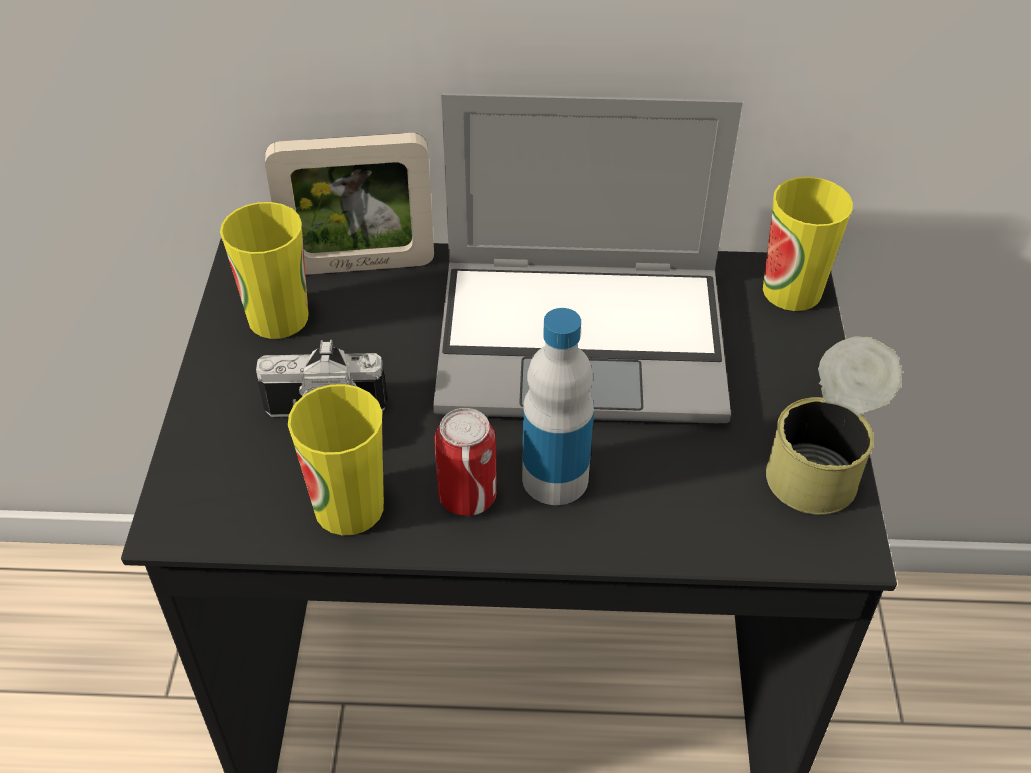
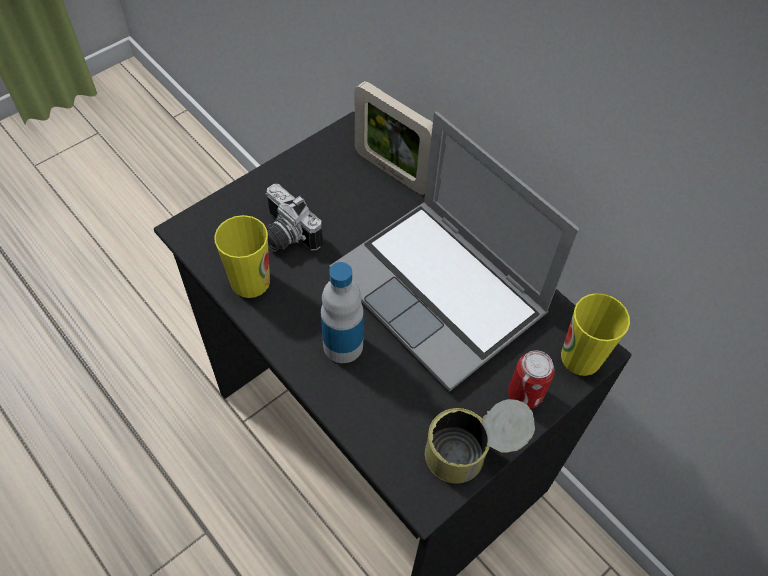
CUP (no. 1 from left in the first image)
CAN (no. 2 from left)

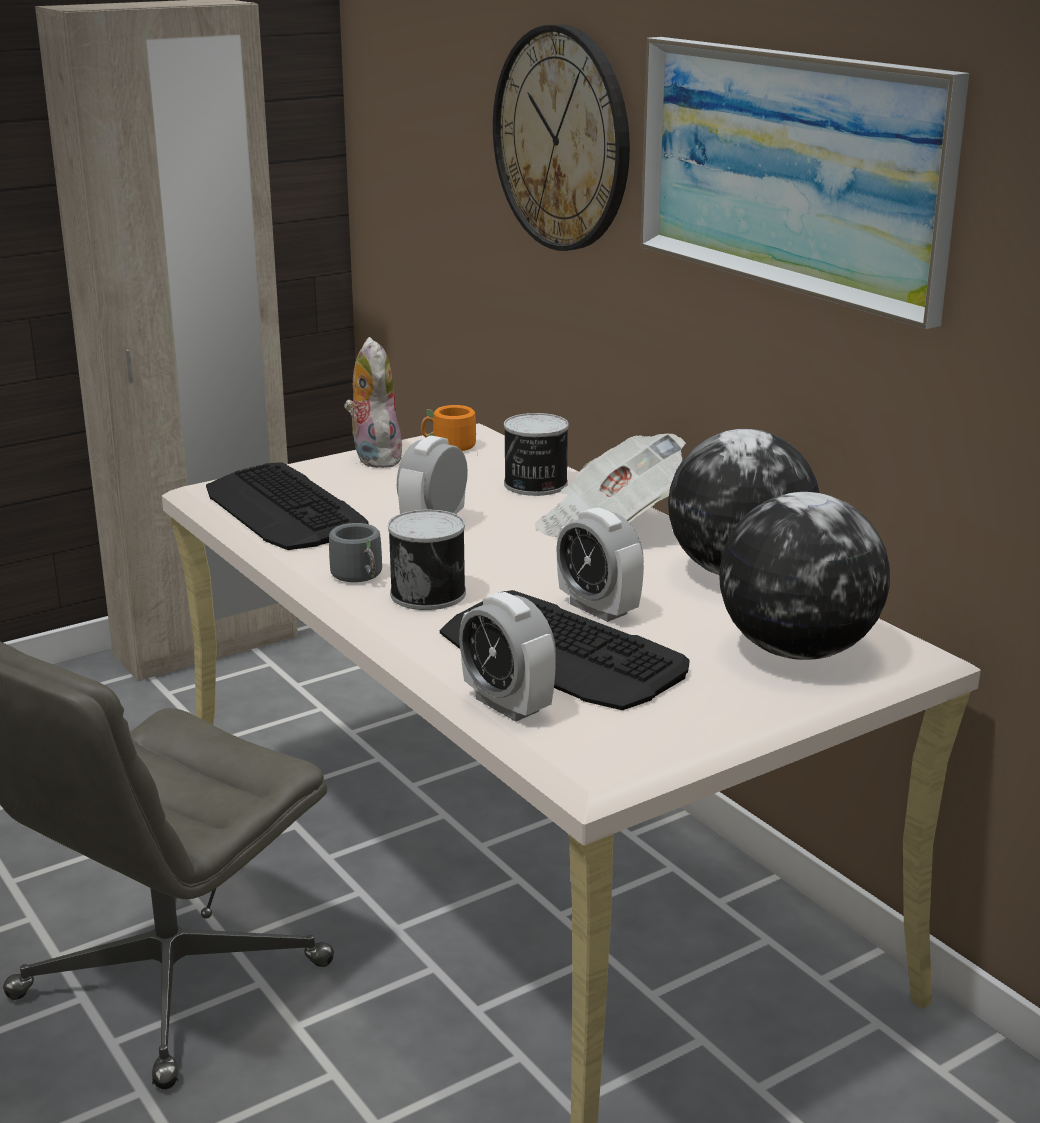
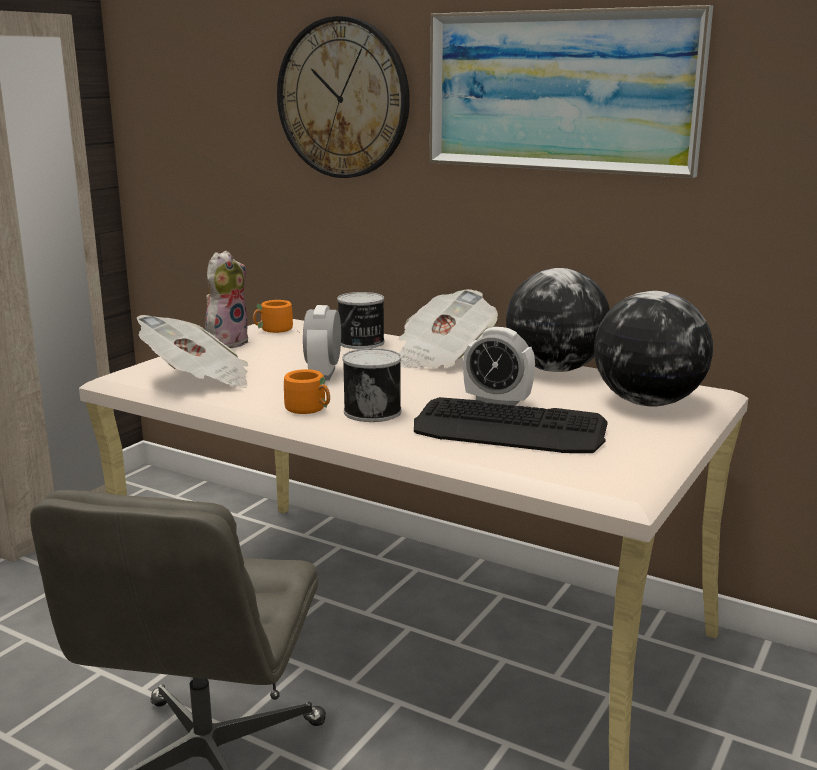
PLUSH TOY
NEWSPAPER (no. 1 from left)
ORANGE MUG (no. 2 from left)
ALARM CLOCK (no. 2 from left in the first image)

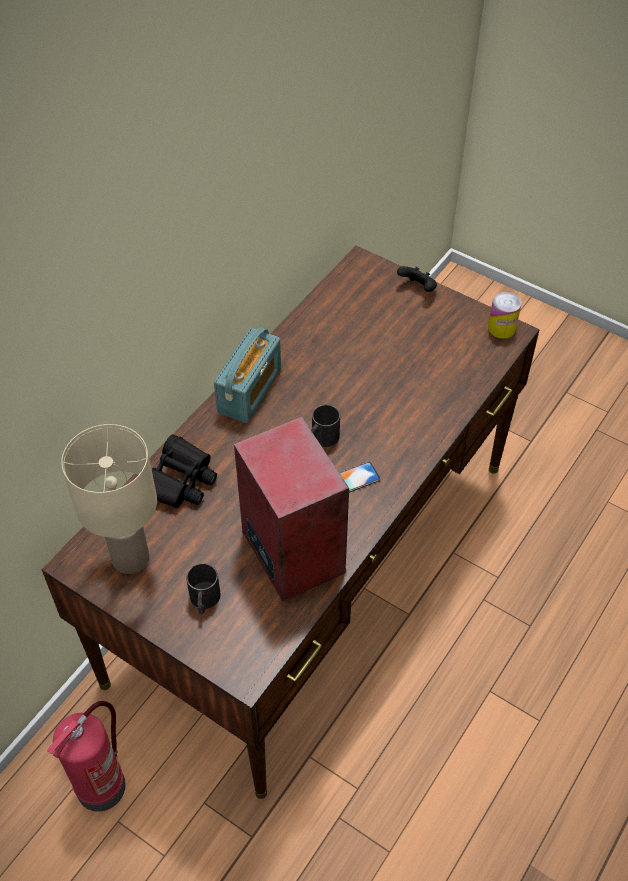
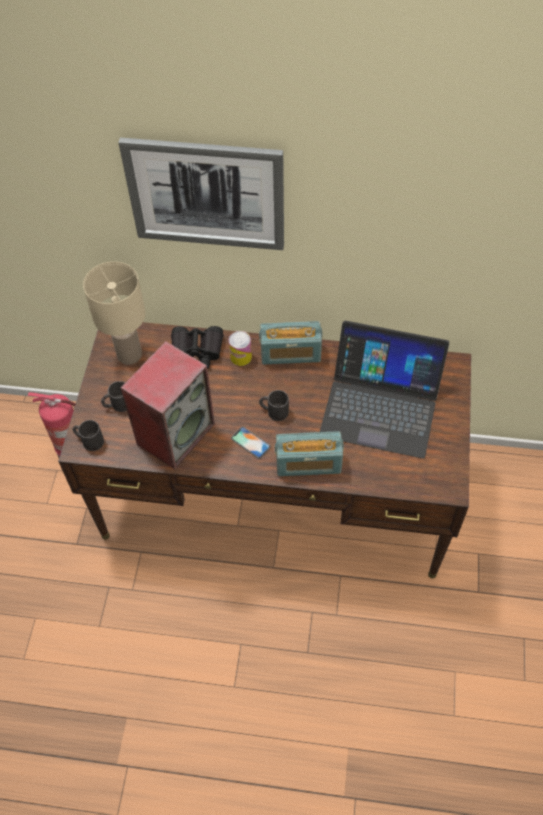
BLACK GAME CONTROLLER
CAN
PICTURE
LAPTOP
BLACK MUG (no. 1 from left)
RADIO (no. 2 from left)

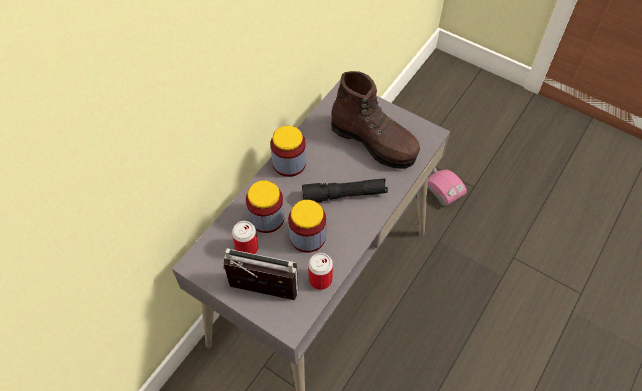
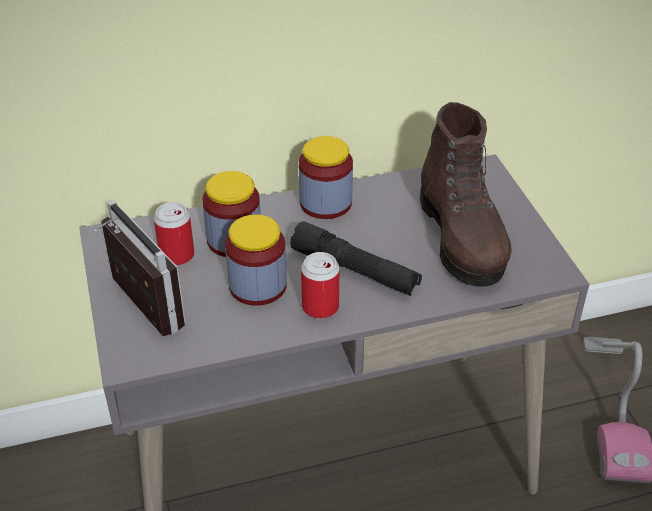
CAN (no. 2 from left)

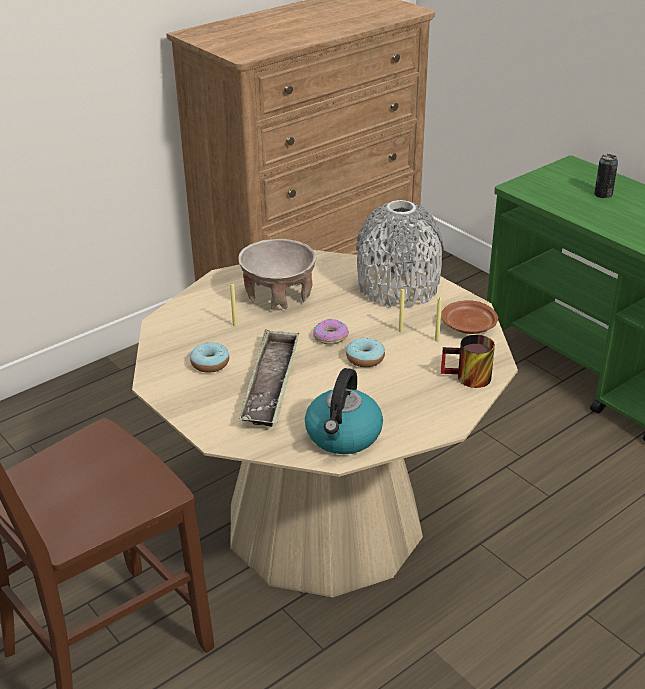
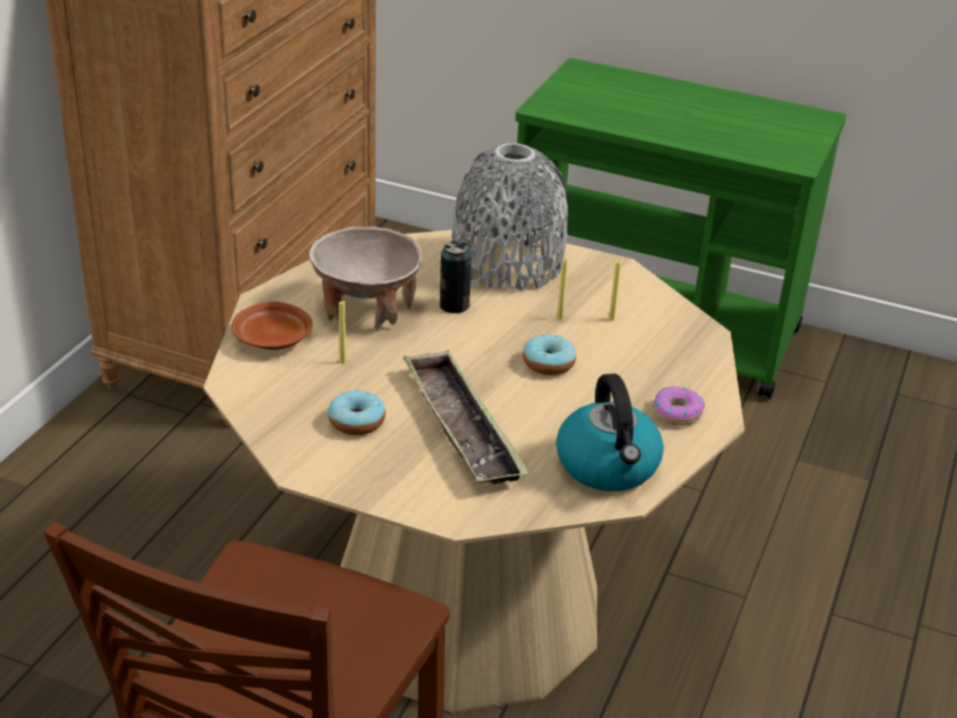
CAN
BROWN PLATE
DONUT (no. 3 from left)
MUG

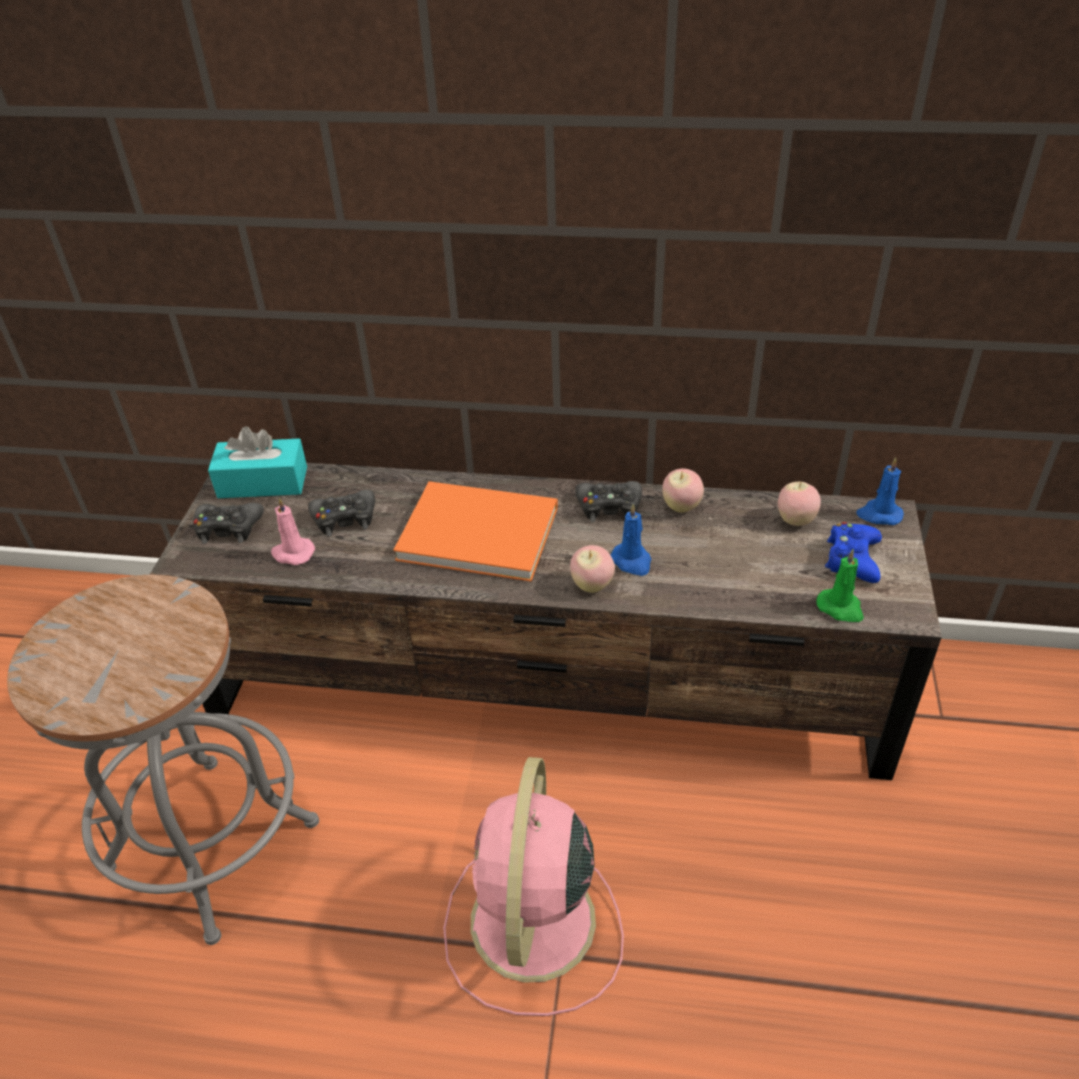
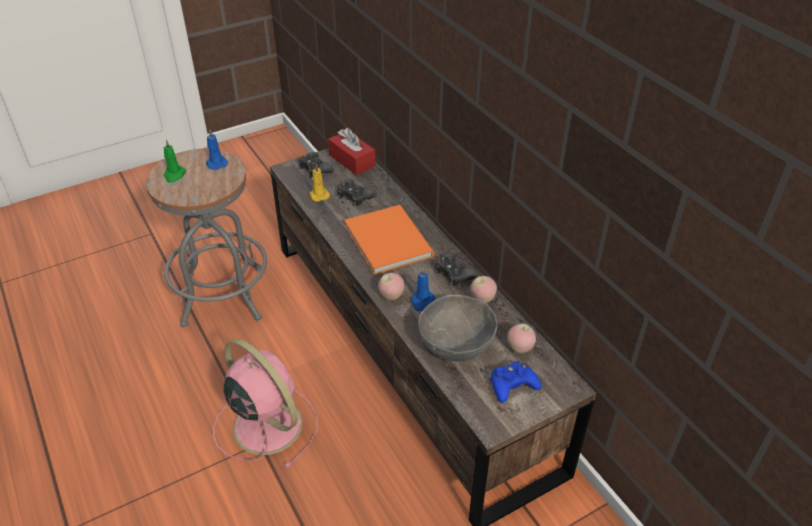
RED TISSUE BOX
BLUE CANDLE (no. 1 from left)
YELLOW CANDLE
GREEN CANDLE
PINK FAN
GREY BOWL

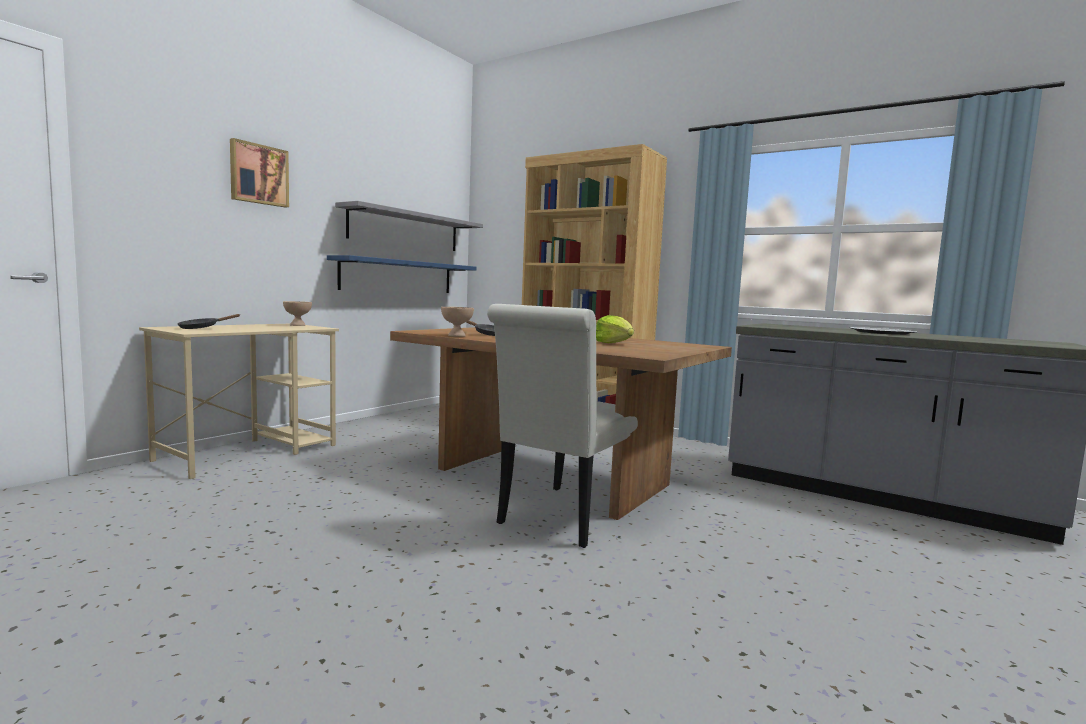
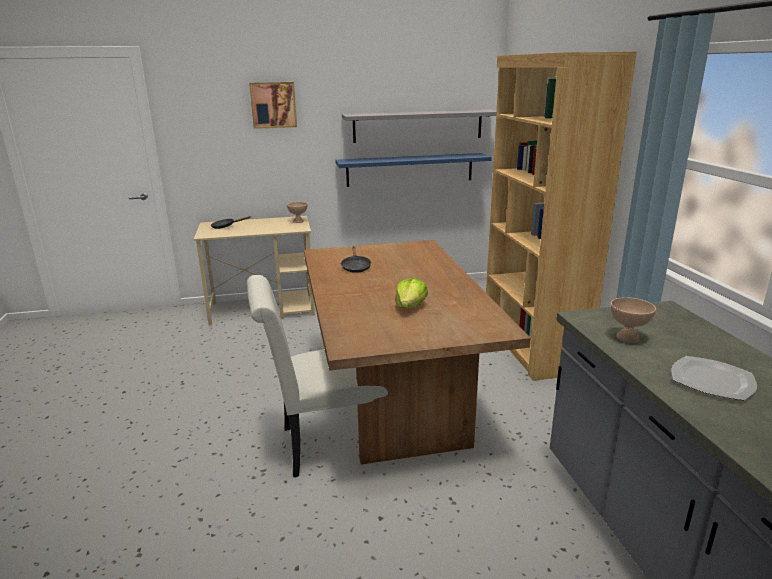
BEIGE BOWL (no. 2 from left)

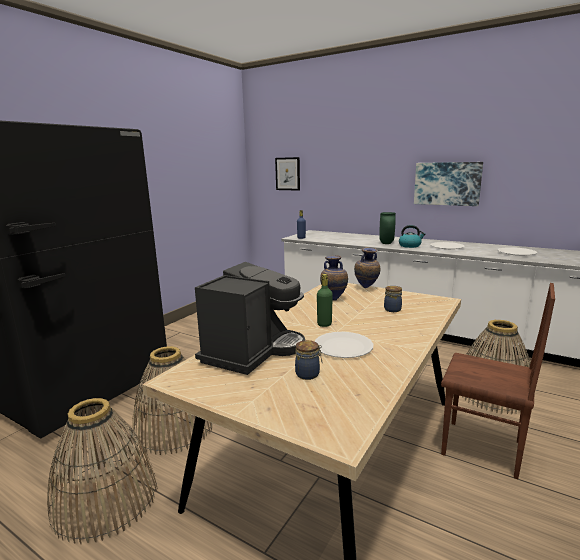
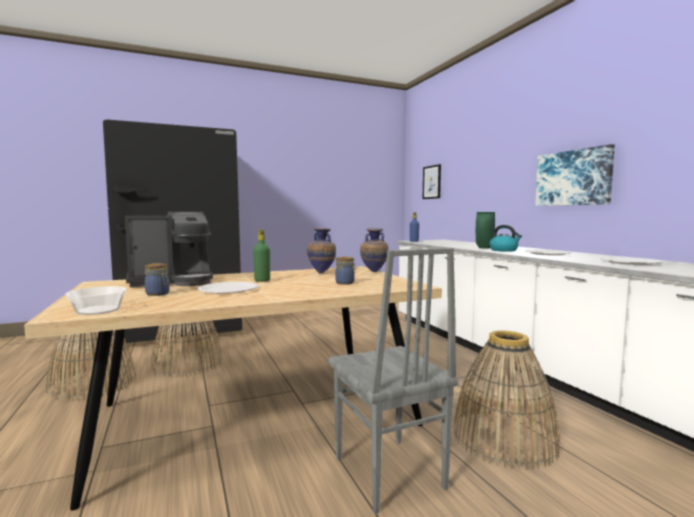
GREY CHAIR
BOWL

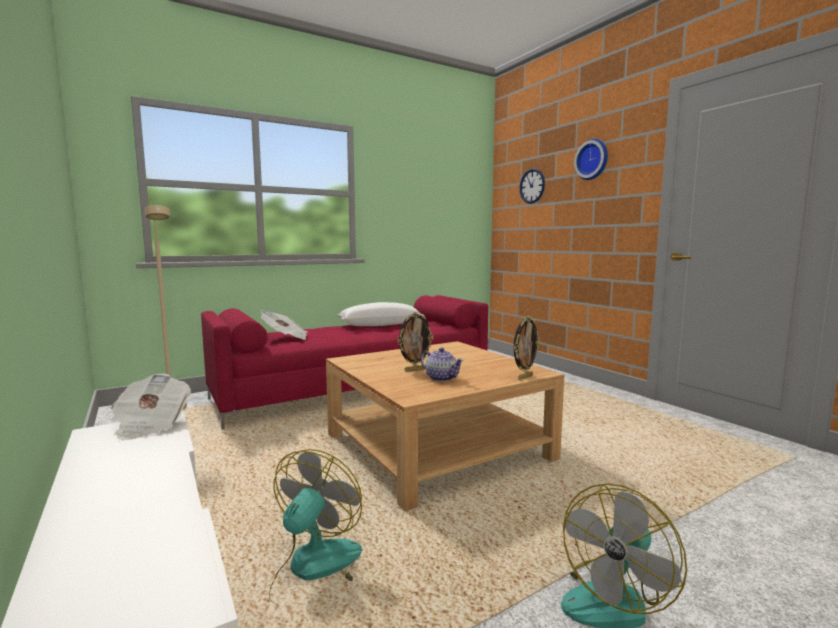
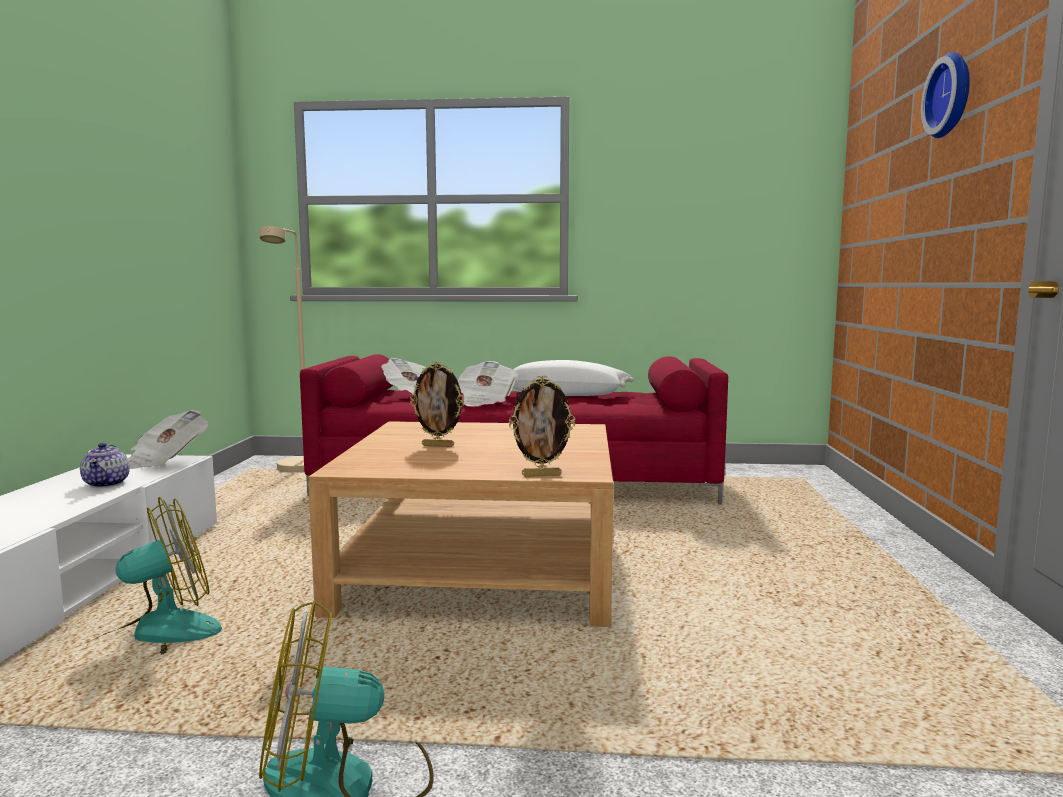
WALL CLOCK (no. 1 from left in the first image)
TEAPOT
NEWSPAPER (no. 3 from left)

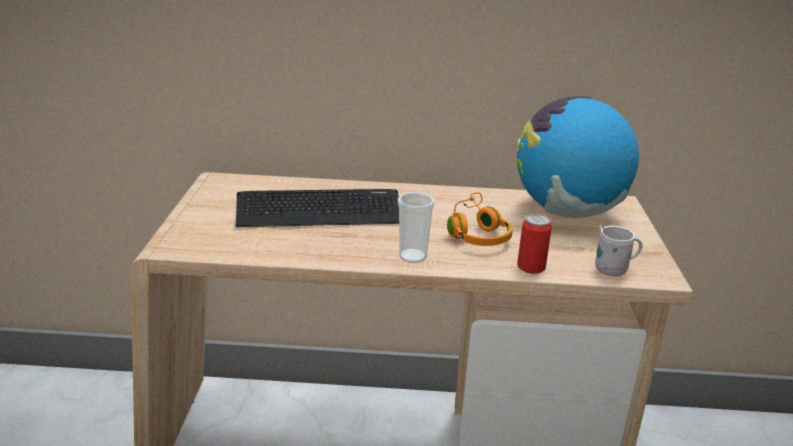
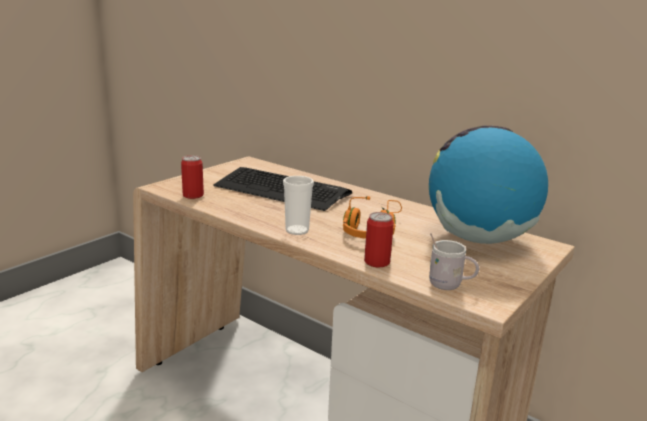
CAN (no. 1 from left)

